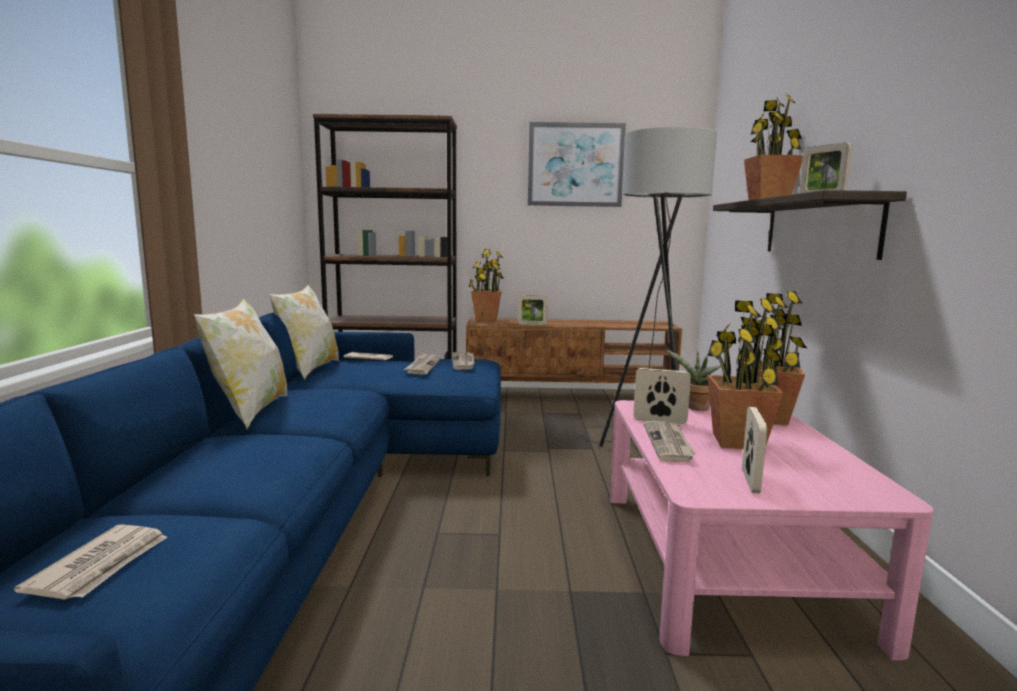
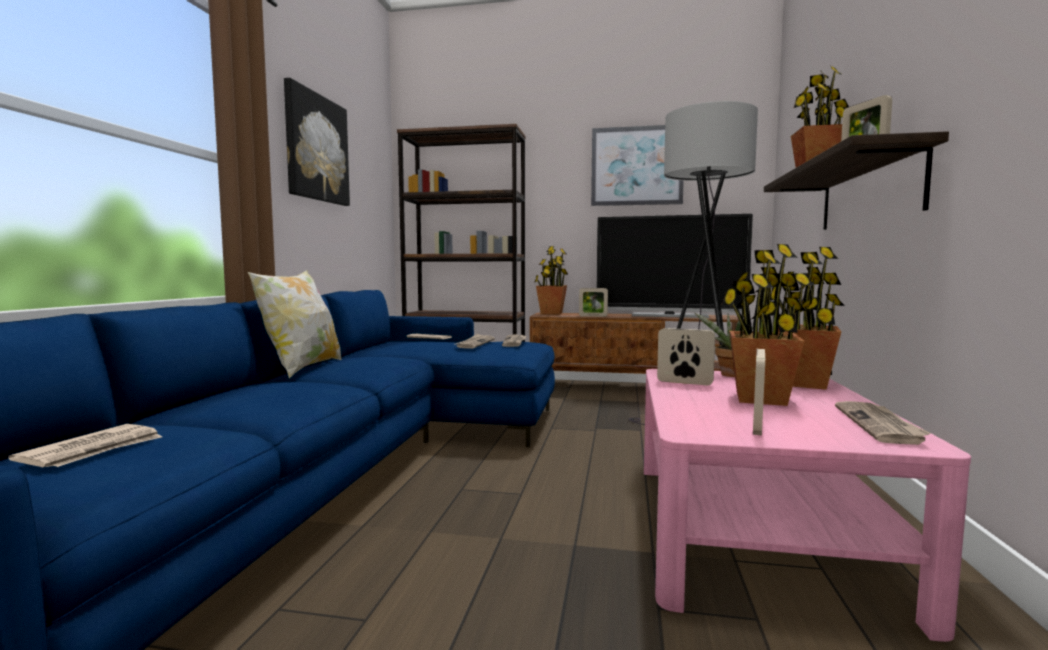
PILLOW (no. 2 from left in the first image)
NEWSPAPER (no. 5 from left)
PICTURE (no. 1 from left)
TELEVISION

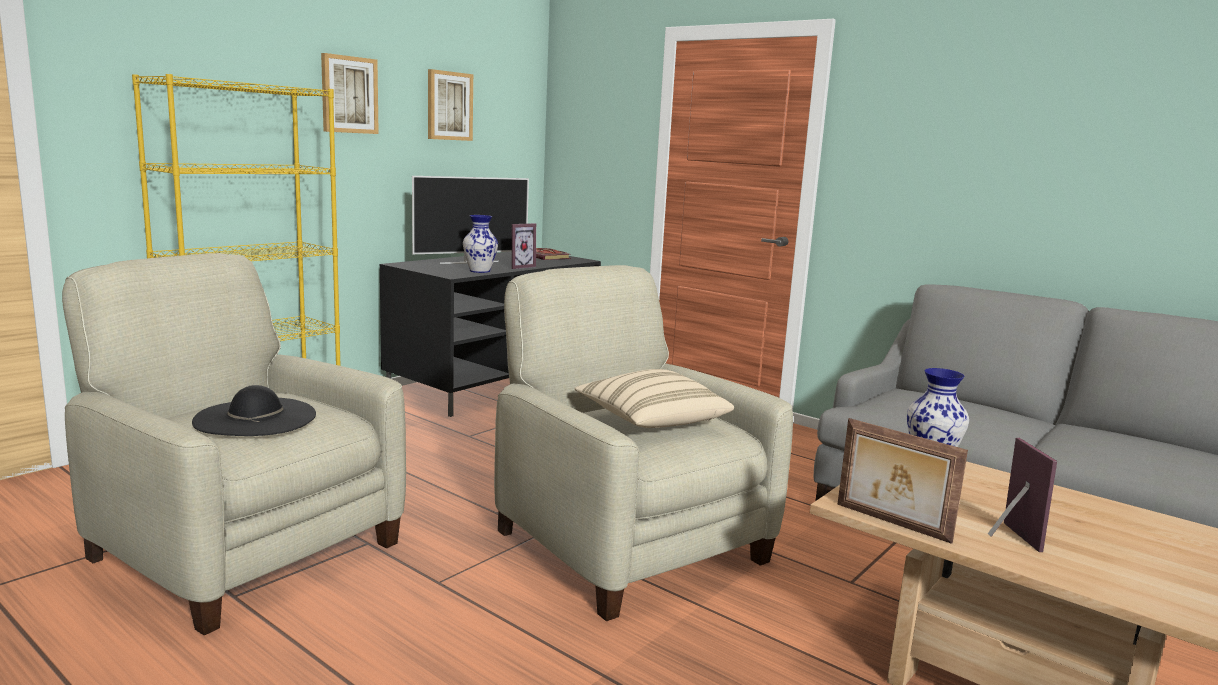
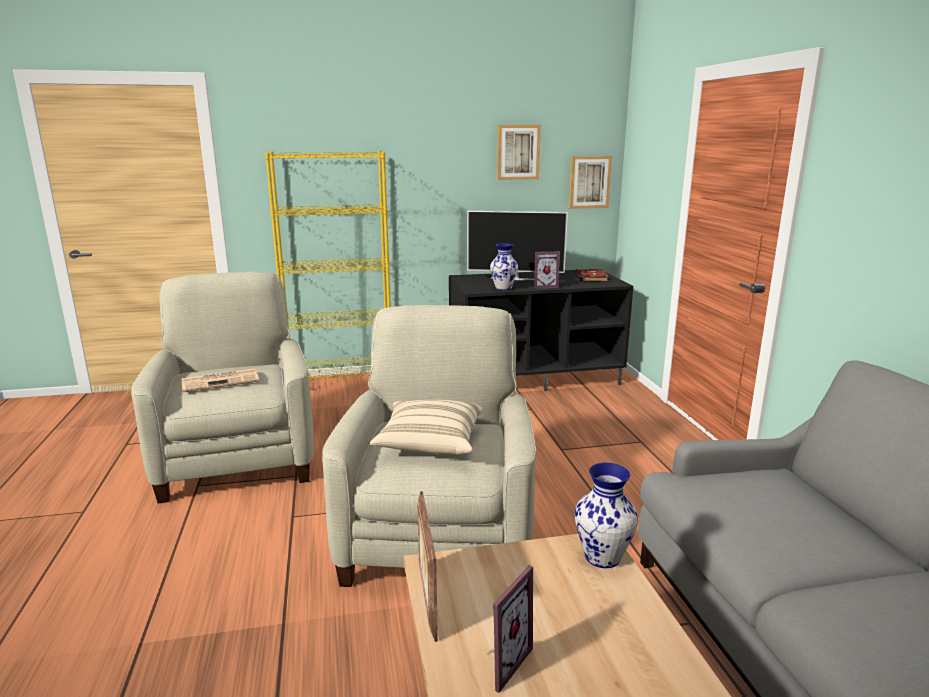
PICTURE (no. 2 from left)
NEWSPAPER

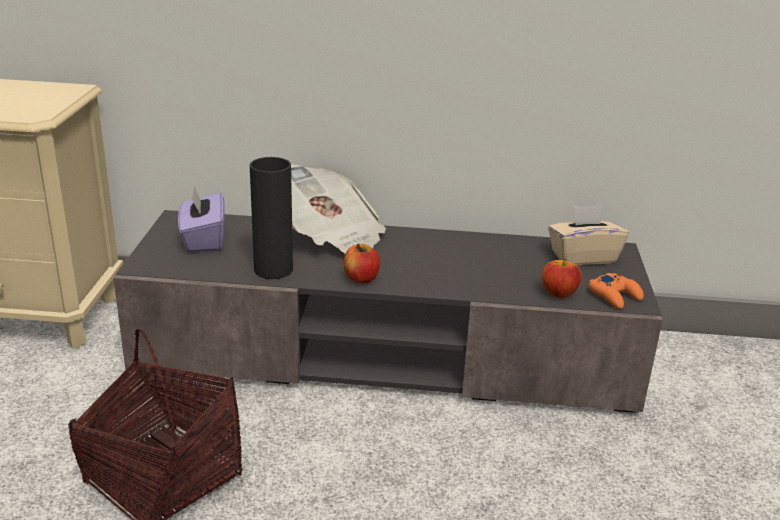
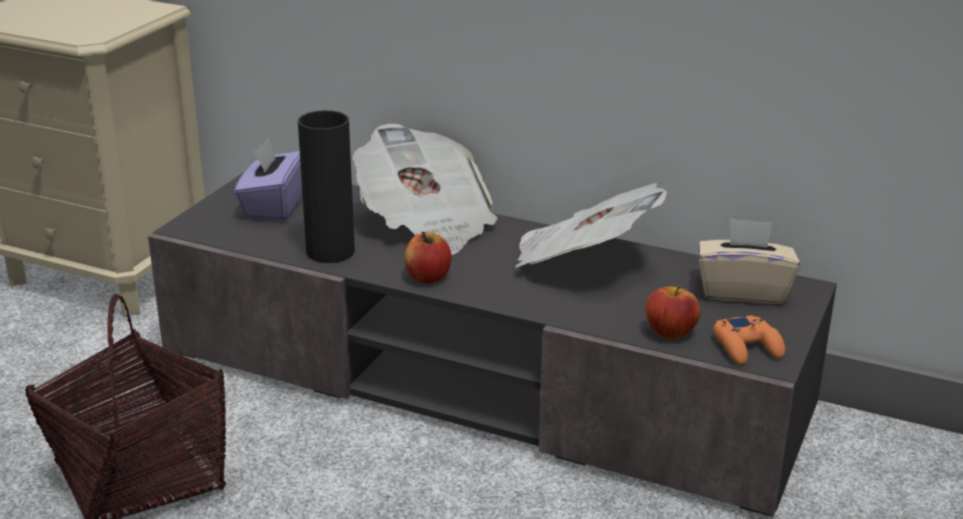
NEWSPAPER (no. 2 from left)

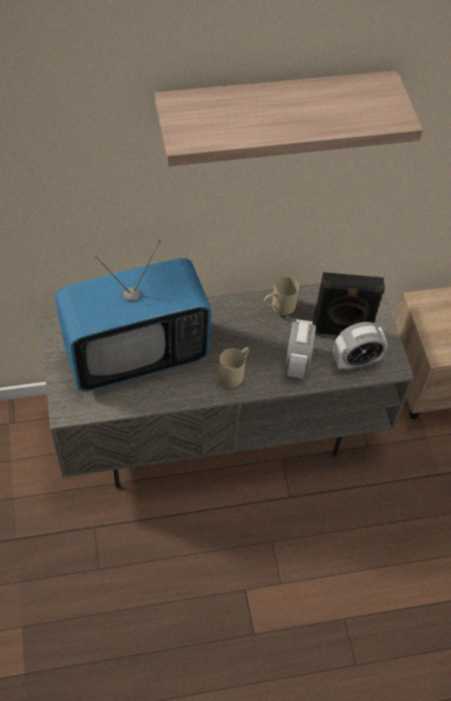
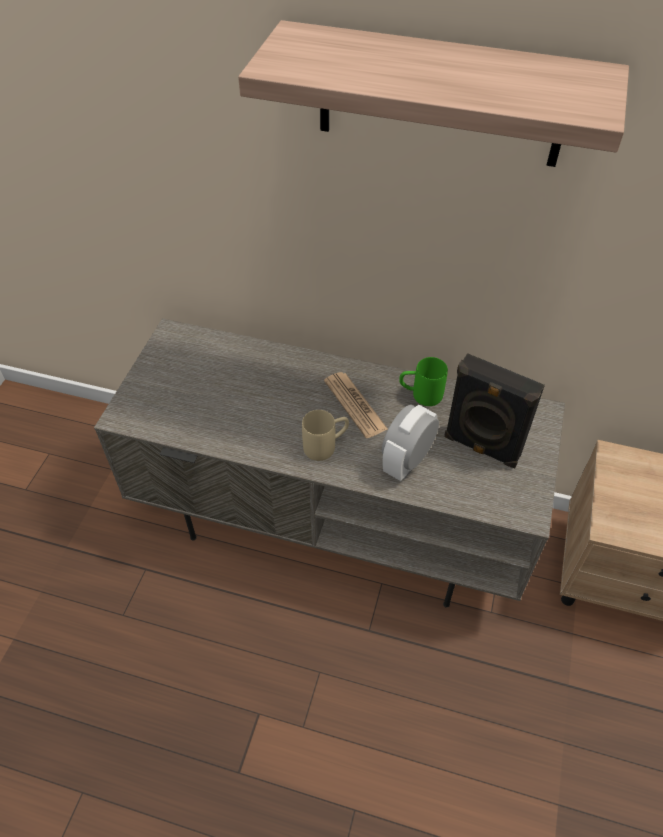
TELEVISION
GREEN MUG
ALARM CLOCK (no. 2 from left in the first image)
NEWSPAPER

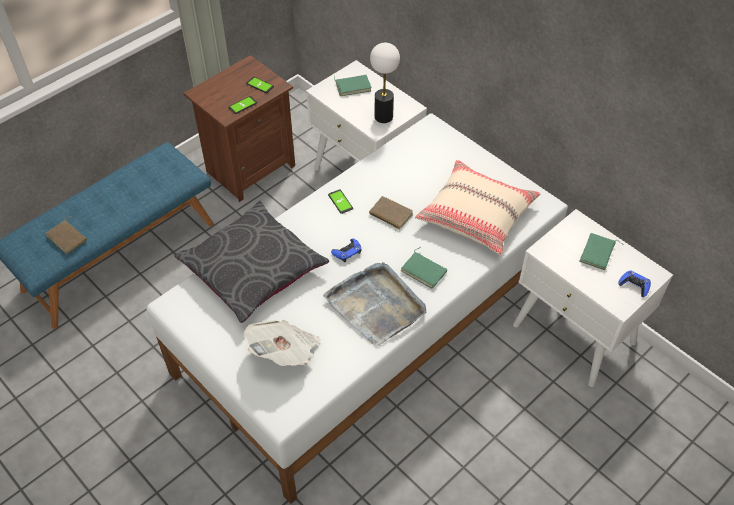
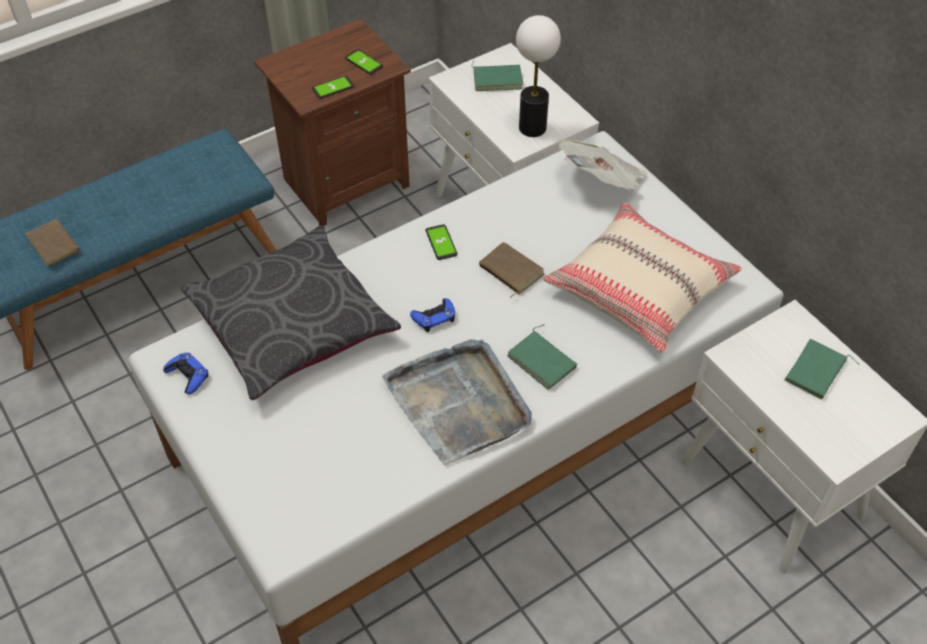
BLUE GAME CONTROLLER (no. 1 from left)
NEWSPAPER

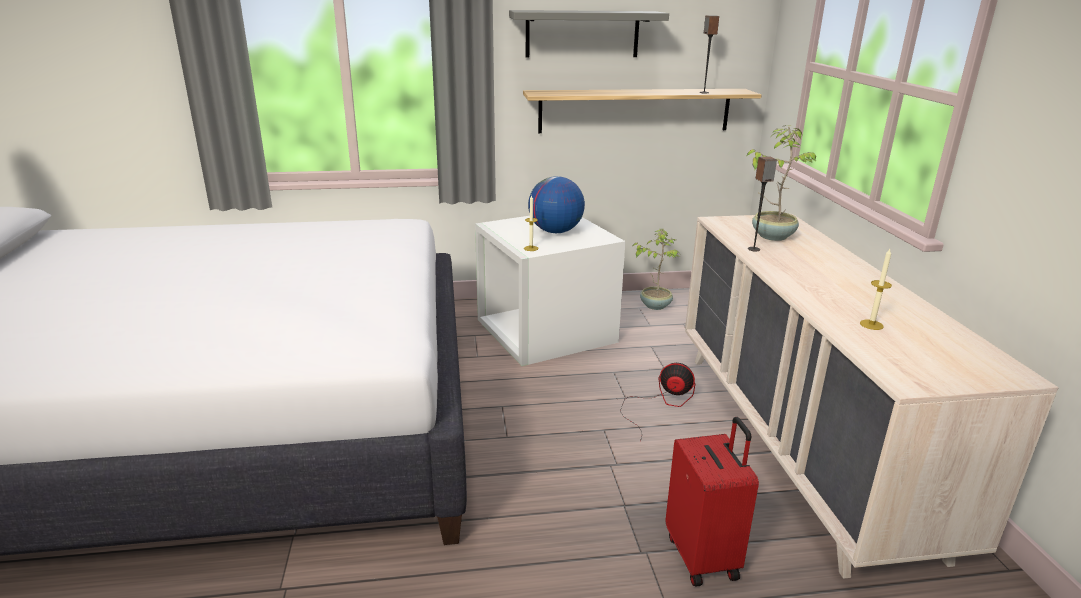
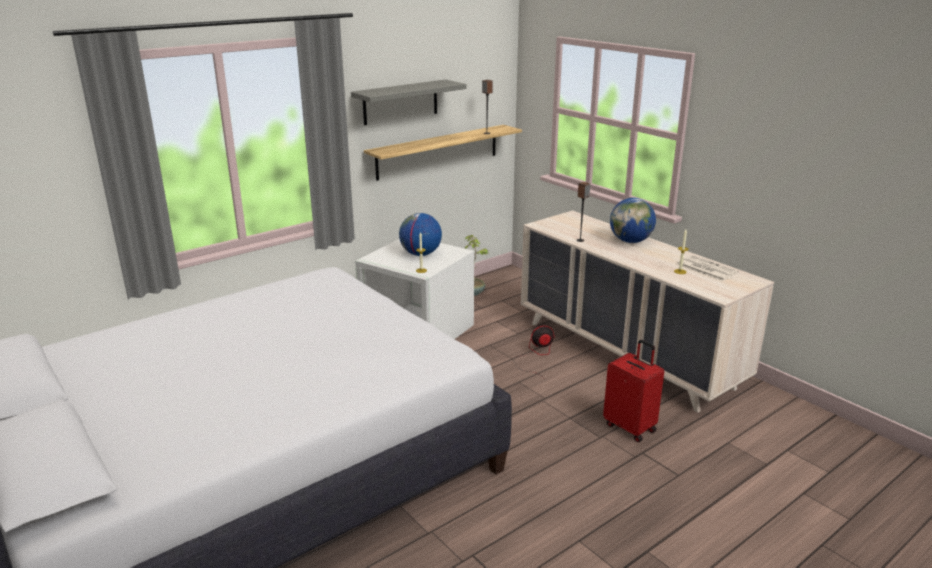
POTTED PLANT (no. 2 from left in the first image)
GLOBE (no. 2 from left)
NEWSPAPER

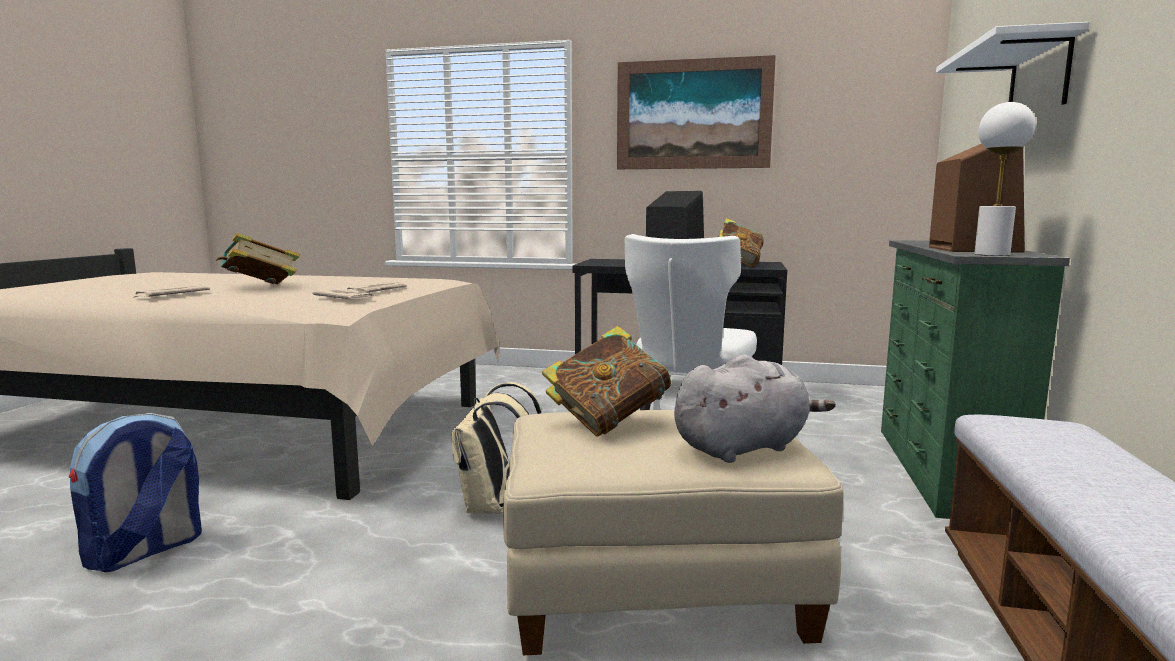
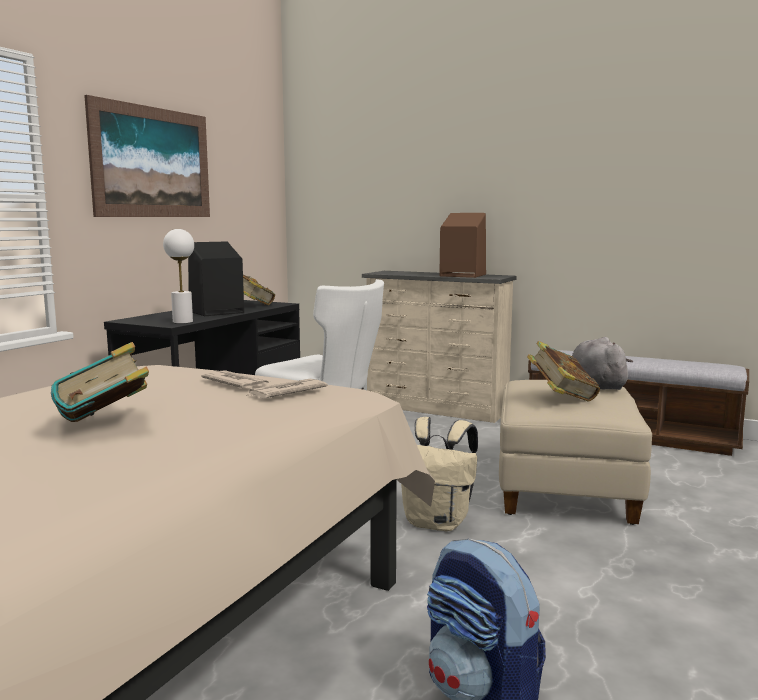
WHITE SHELF
WHITE TABLE LAMP
BEIGE DRESSER
NEWSPAPER (no. 1 from left in the first image)

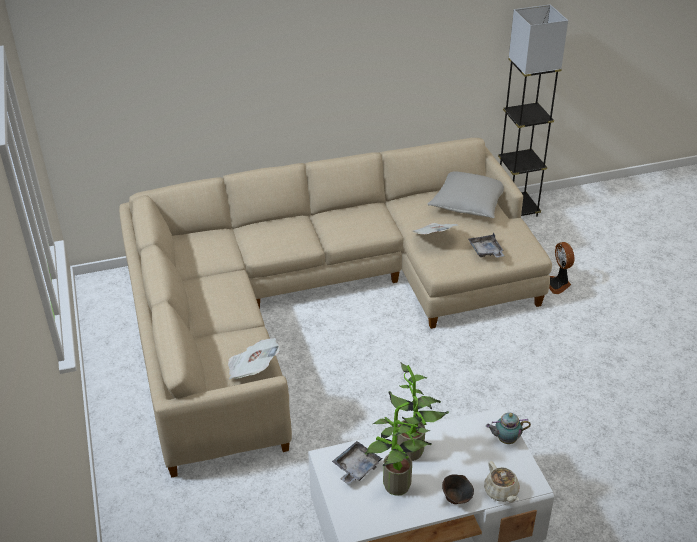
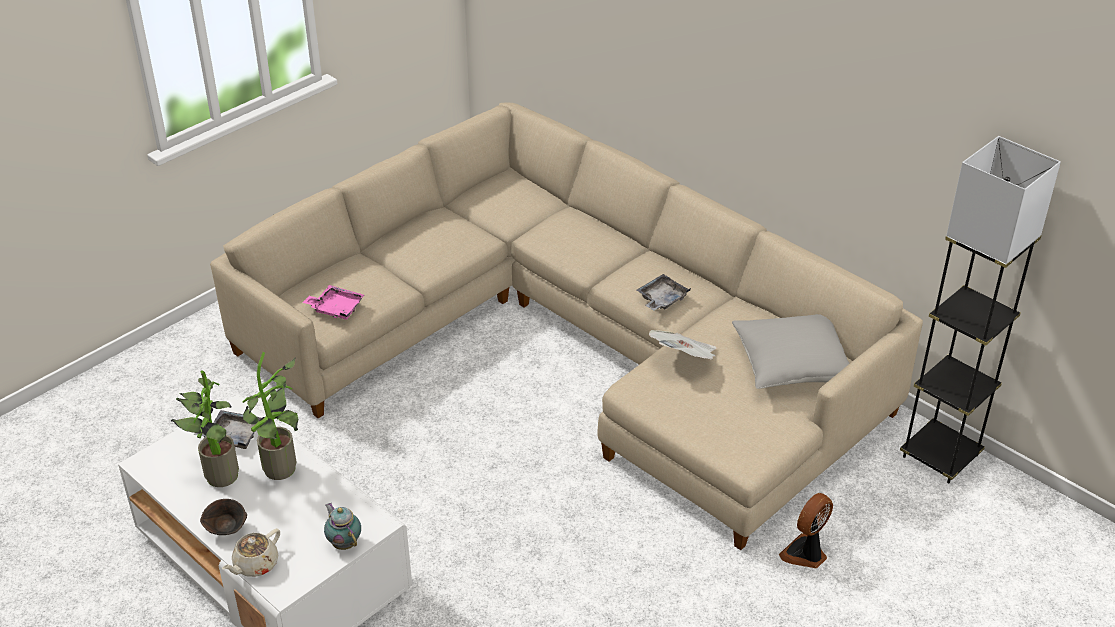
GREY TRAY (no. 2 from left)
PINK TRAY

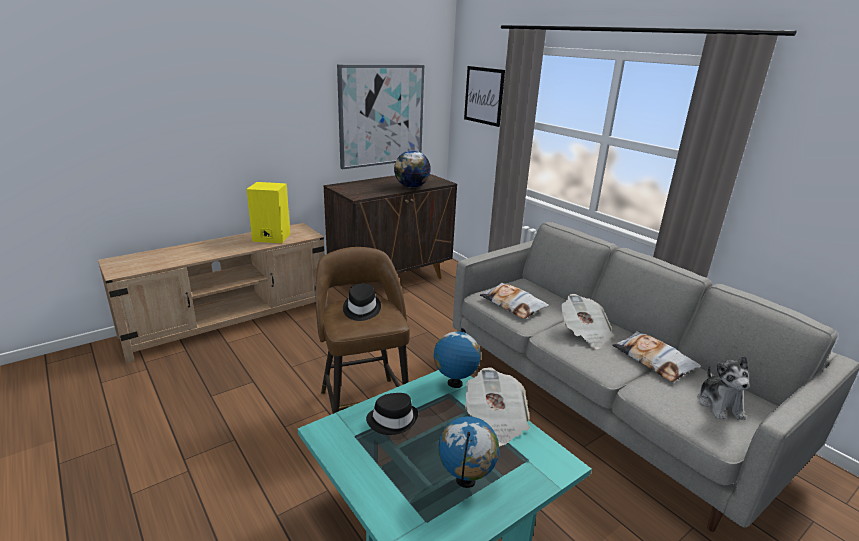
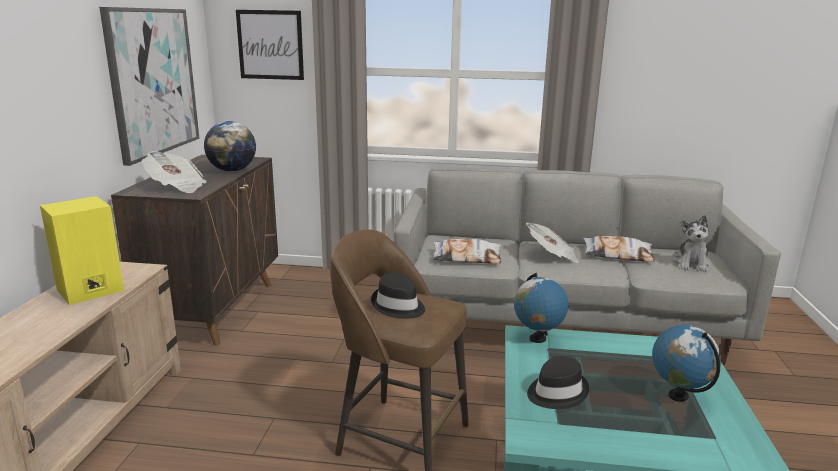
PLUSH TOY
NEWSPAPER (no. 1 from left)

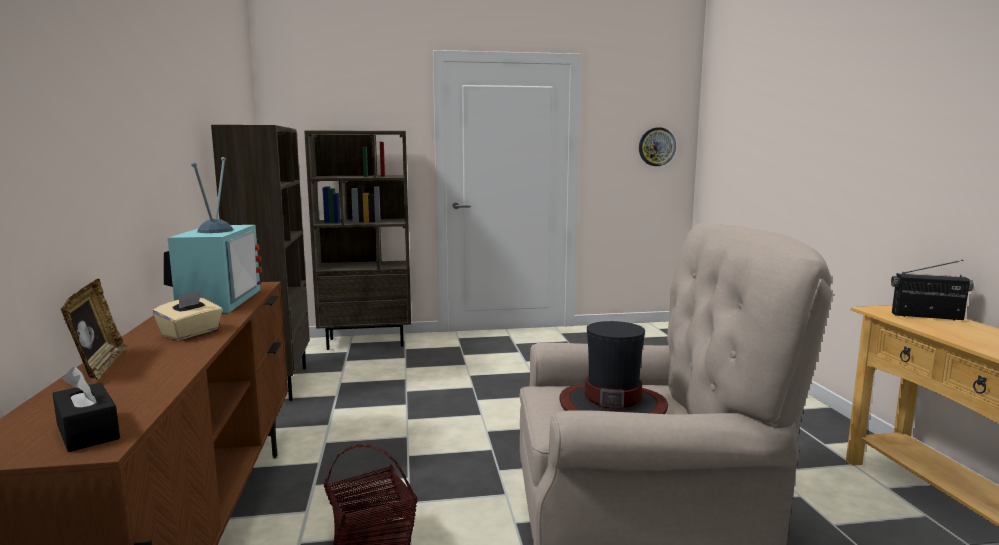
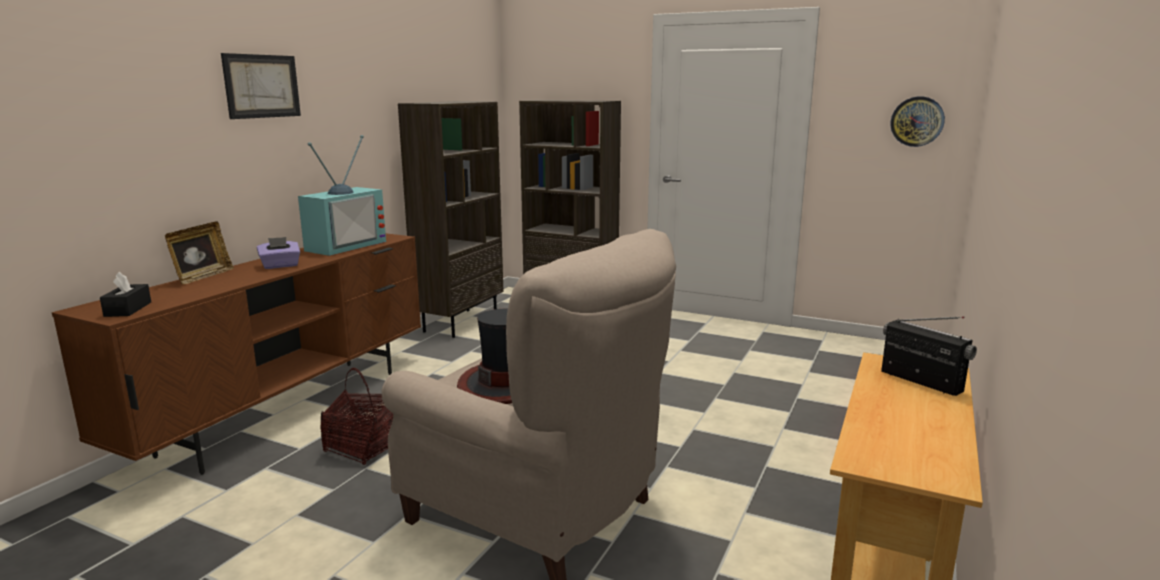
PURPLE TISSUE BOX
PICTURE

